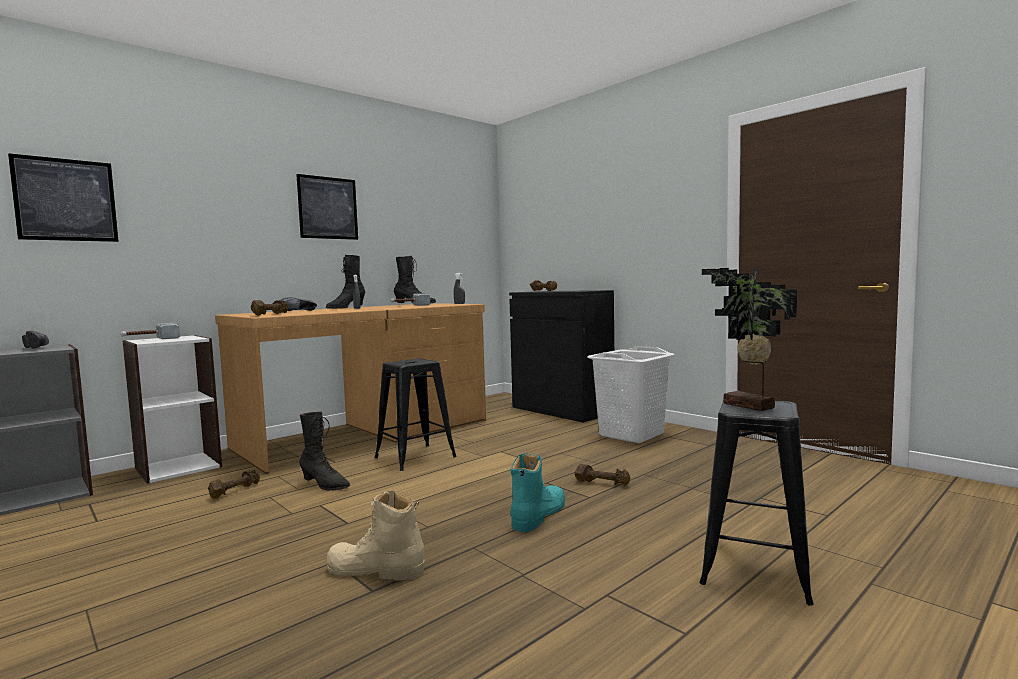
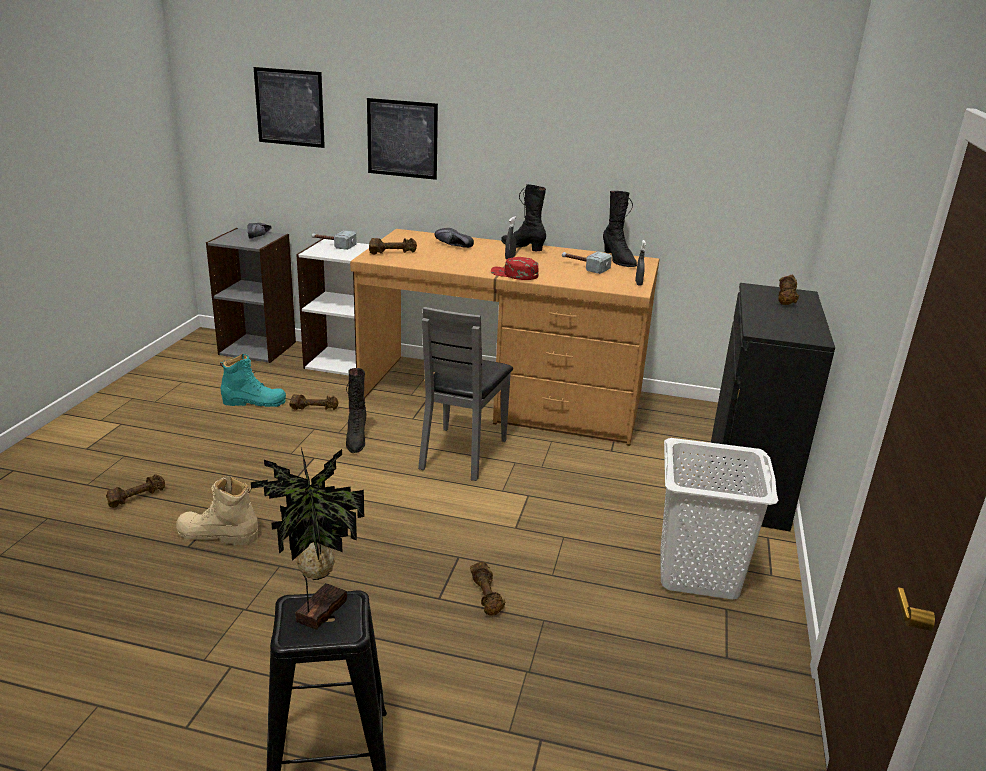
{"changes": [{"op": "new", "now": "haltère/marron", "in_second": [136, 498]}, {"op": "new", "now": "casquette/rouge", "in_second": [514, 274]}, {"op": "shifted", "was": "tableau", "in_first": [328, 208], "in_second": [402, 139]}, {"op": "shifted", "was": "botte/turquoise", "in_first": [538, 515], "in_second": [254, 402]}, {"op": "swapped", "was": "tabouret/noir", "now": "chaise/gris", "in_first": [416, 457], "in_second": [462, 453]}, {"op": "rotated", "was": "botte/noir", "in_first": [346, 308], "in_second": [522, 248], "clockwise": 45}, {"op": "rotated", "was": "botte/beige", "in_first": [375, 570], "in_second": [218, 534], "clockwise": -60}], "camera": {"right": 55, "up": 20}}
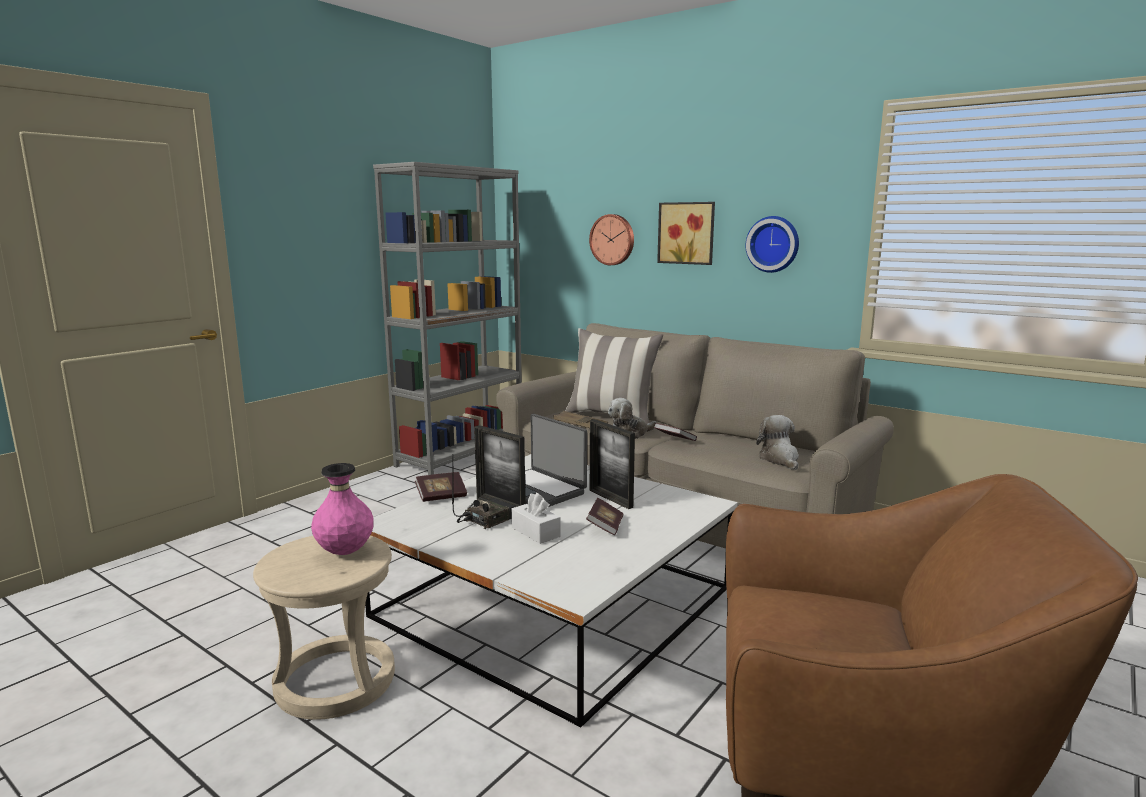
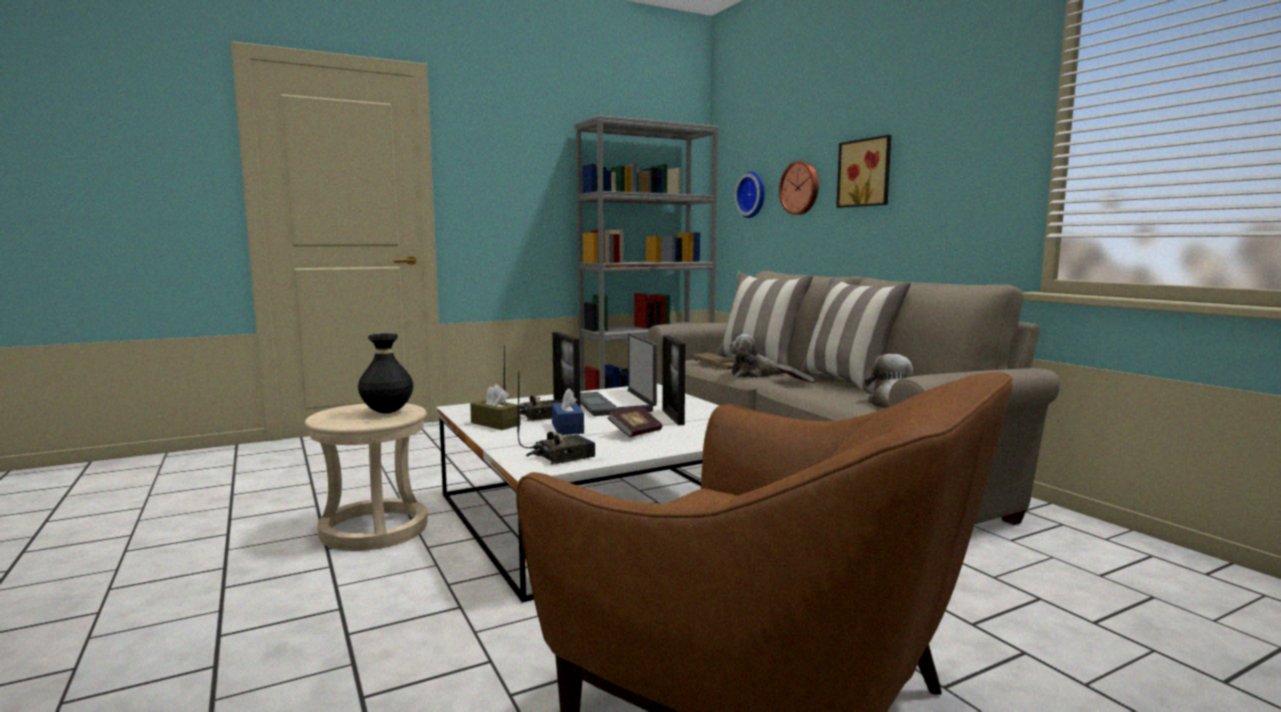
{"changes": [{"op": "gone", "was": "livre", "in_first": [441, 496]}, {"op": "new", "now": "boîte à mouchoirs/marron", "in_second": [495, 424]}, {"op": "new", "now": "radio", "in_second": [561, 456]}, {"op": "new", "now": "coussin", "in_second": [848, 383]}, {"op": "shifted", "was": "horloge murale", "in_first": [773, 244], "in_second": [753, 195]}, {"op": "repainted", "was": "vase/rose", "now": "vase/noir", "in_first": [345, 552], "in_second": [387, 412]}, {"op": "repainted", "was": "boîte à mouchoirs/blanc", "now": "boîte à mouchoirs/bleu", "in_first": [535, 532], "in_second": [567, 428]}], "camera": {"right": 25, "up": -5}}
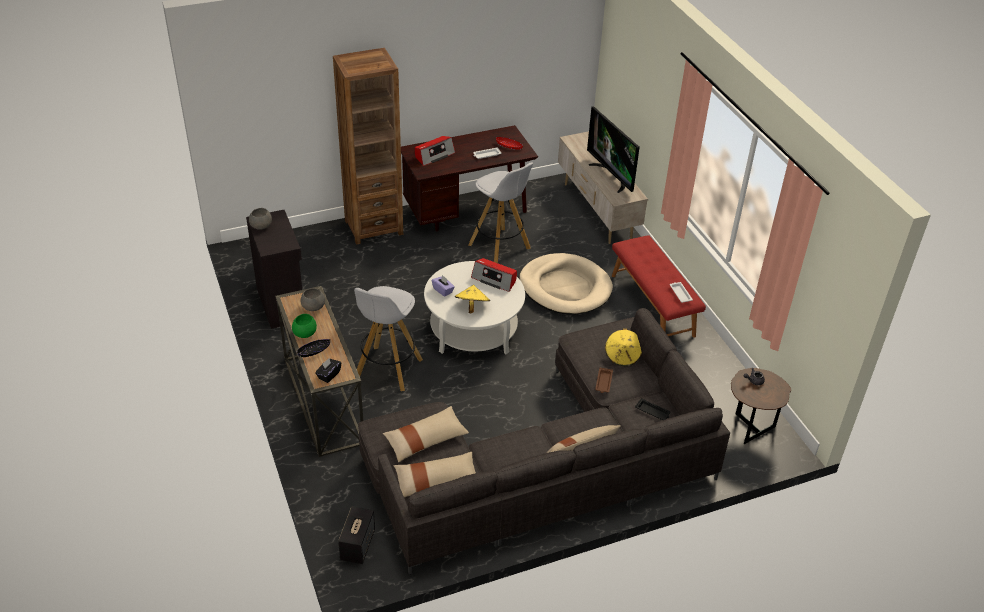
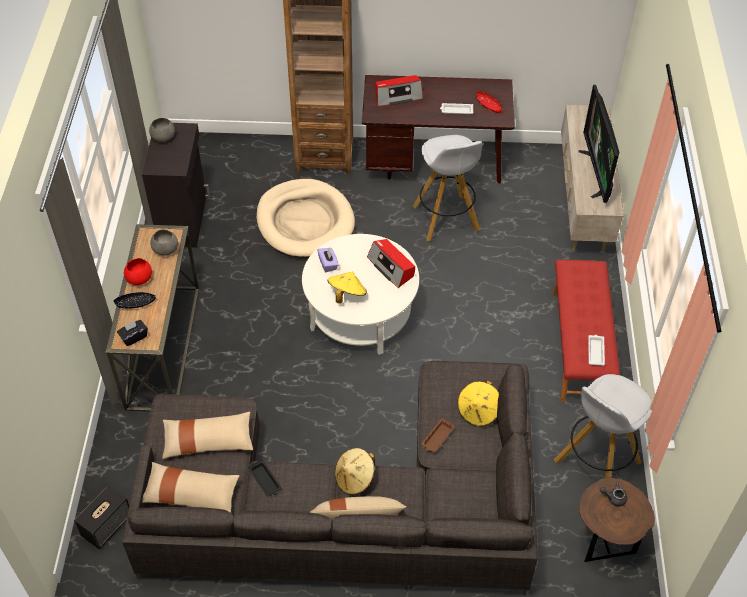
{"changes": [{"op": "new", "now": "chapeau/beige", "in_second": [355, 478]}, {"op": "shifted", "was": "tabouret/blanc", "in_first": [388, 369], "in_second": [596, 463]}, {"op": "shifted", "was": "panier pour chien/beige", "in_first": [565, 287], "in_second": [305, 222]}, {"op": "shifted", "was": "plateau/noir", "in_first": [653, 411], "in_second": [265, 480]}, {"op": "repainted", "was": "bol/vert", "now": "bol/rouge", "in_first": [305, 332], "in_second": [140, 278]}], "camera": {"right": 25, "up": 10}}
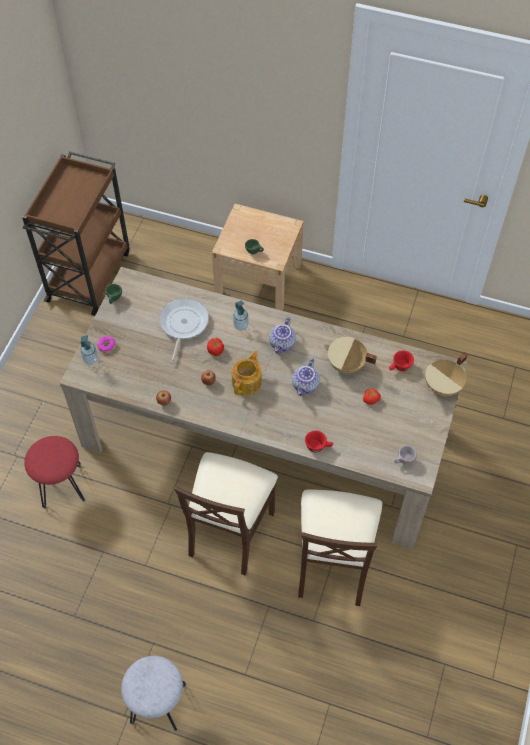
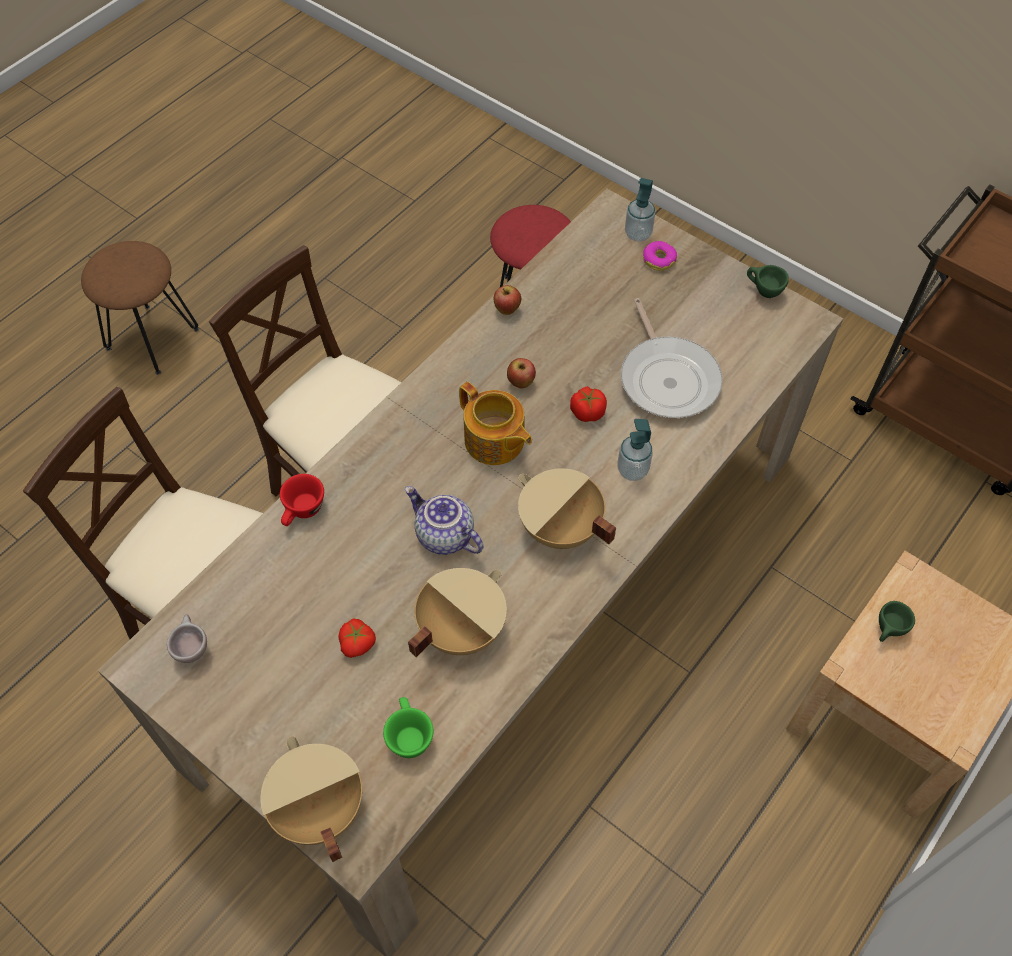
{"changes": [{"op": "swapped", "was": "théière", "now": "marmite/beige", "in_first": [283, 344], "in_second": [559, 529]}, {"op": "repainted", "was": "tabouret/gris", "now": "tabouret/marron", "in_first": [159, 703], "in_second": [152, 339]}, {"op": "repainted", "was": "tasse/rouge", "now": "tasse/vert", "in_first": [399, 367], "in_second": [408, 735]}, {"op": "rotated", "was": "poêle", "in_first": [183, 325], "in_second": [668, 378], "clockwise": 45}], "camera": {"right": 110, "up": 0}}
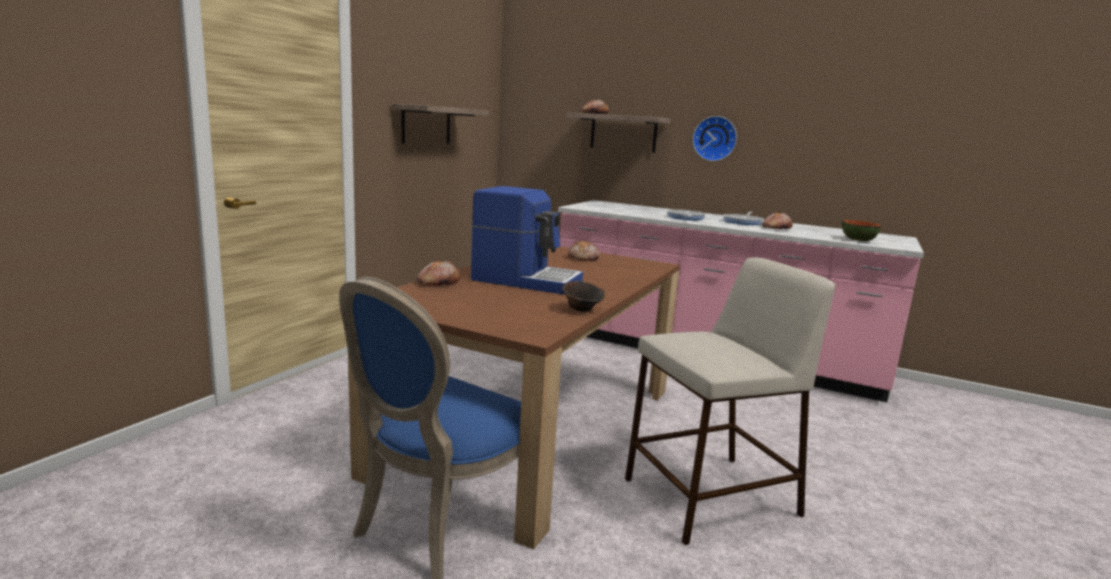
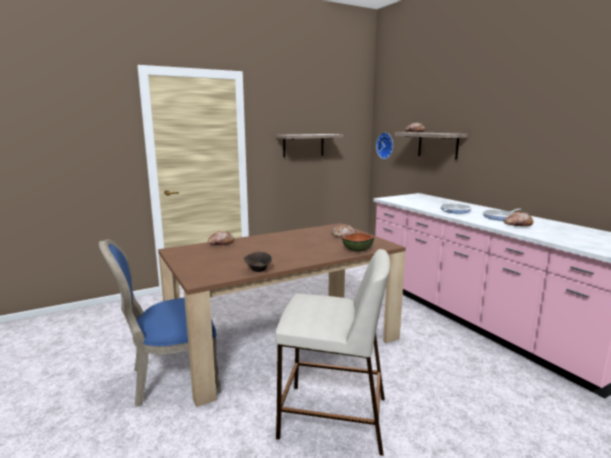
{"changes": [{"op": "gone", "was": "machine à café", "in_first": [526, 280]}, {"op": "shifted", "was": "horloge murale", "in_first": [715, 138], "in_second": [386, 145]}, {"op": "shifted", "was": "bol", "in_first": [857, 240], "in_second": [357, 249]}], "camera": {"right": 35, "up": 0}}
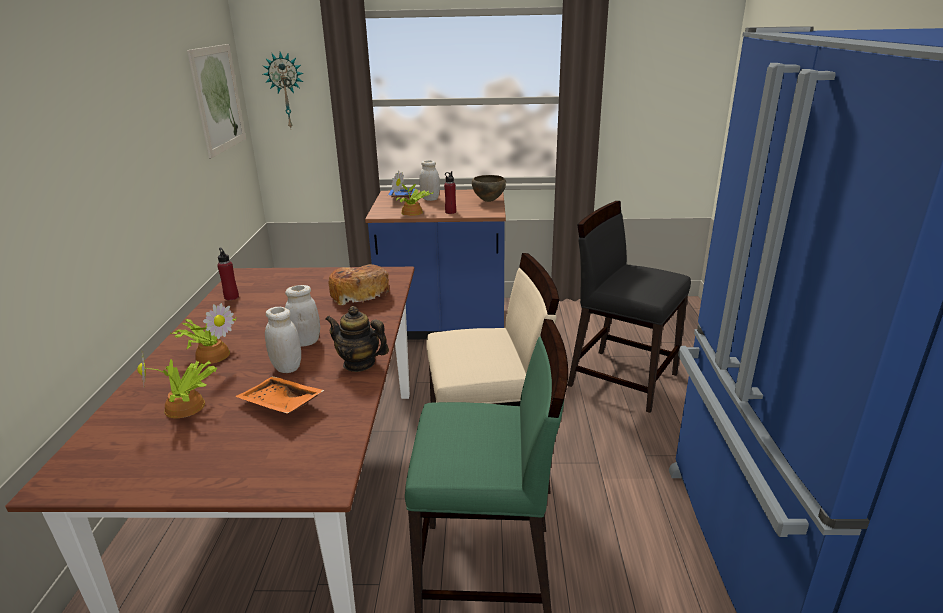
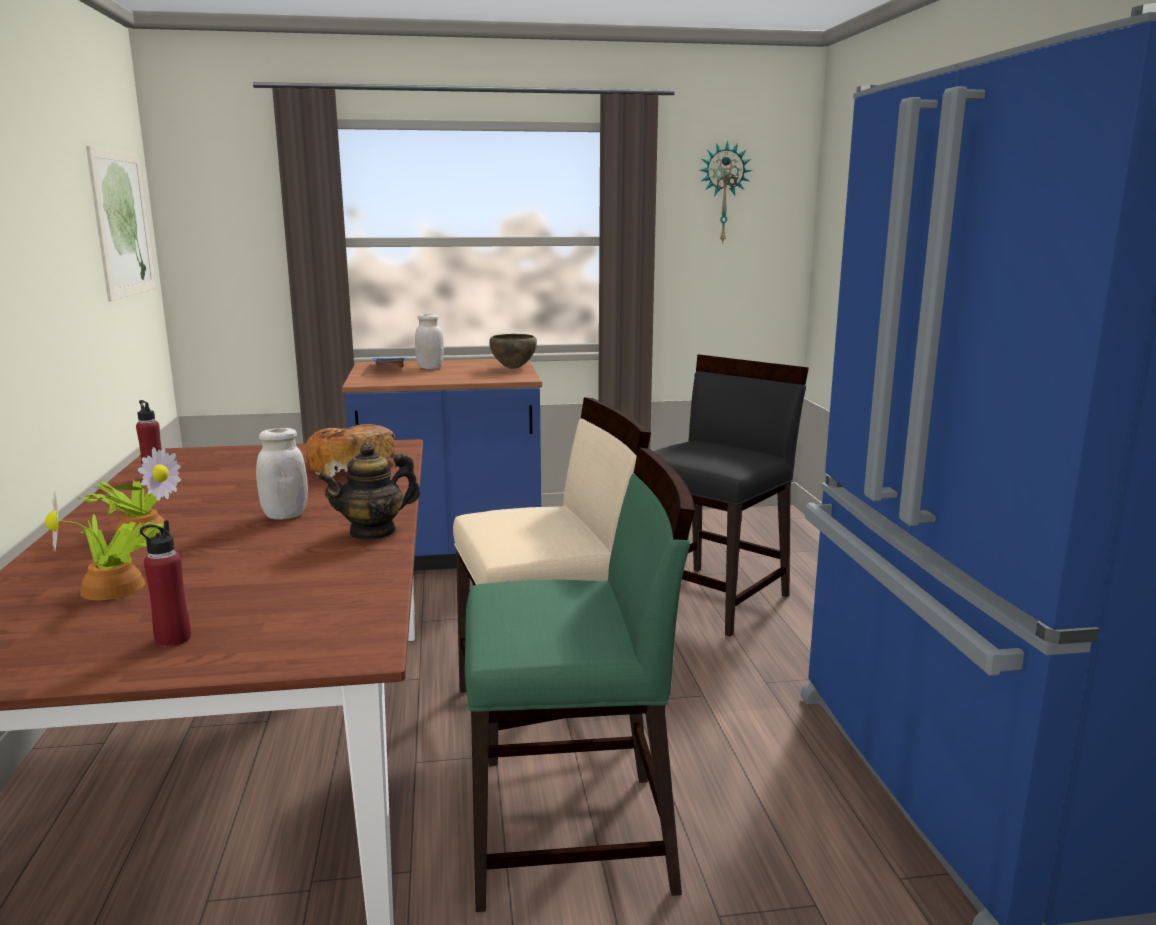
{"changes": [{"op": "gone", "was": "plateau/orange", "in_first": [280, 404]}, {"op": "gone", "was": "bocal/blanc", "in_first": [287, 367]}, {"op": "gone", "was": "plante en pot", "in_first": [412, 213]}, {"op": "shifted", "was": "horloge murale", "in_first": [286, 91], "in_second": [723, 193]}, {"op": "shifted", "was": "bouteille/rouge", "in_first": [450, 212], "in_second": [173, 639]}, {"op": "rotated", "was": "théière", "in_first": [359, 363], "in_second": [373, 532], "clockwise": -45}, {"op": "rotated", "was": "chaise/noir", "in_first": [622, 379], "in_second": [714, 599], "clockwise": 105}], "camera": {"right": -10, "up": -10}}
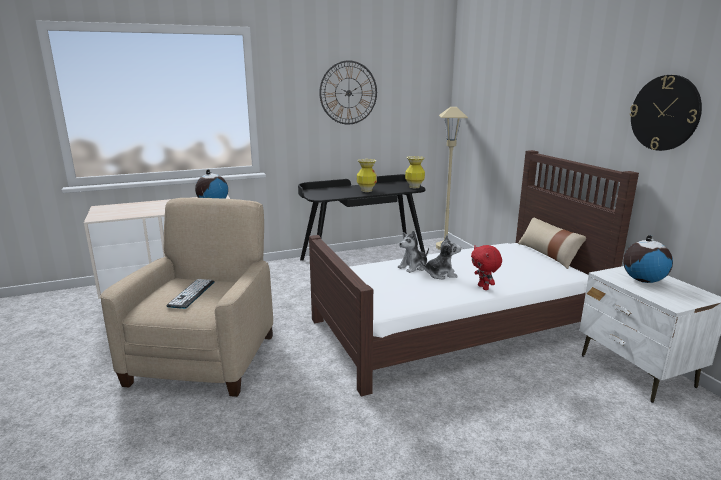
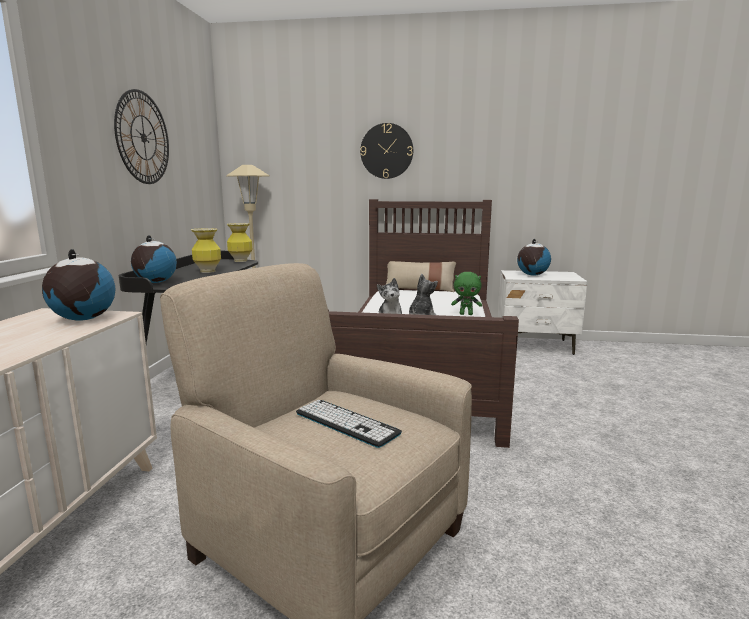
{"changes": [{"op": "new", "now": "globe", "in_second": [155, 282]}, {"op": "shifted", "was": "horloge murale", "in_first": [665, 113], "in_second": [386, 151]}, {"op": "repainted", "was": "peluche/rouge", "now": "peluche/vert", "in_first": [484, 287], "in_second": [466, 314]}], "camera": {"right": -60, "up": -5}}
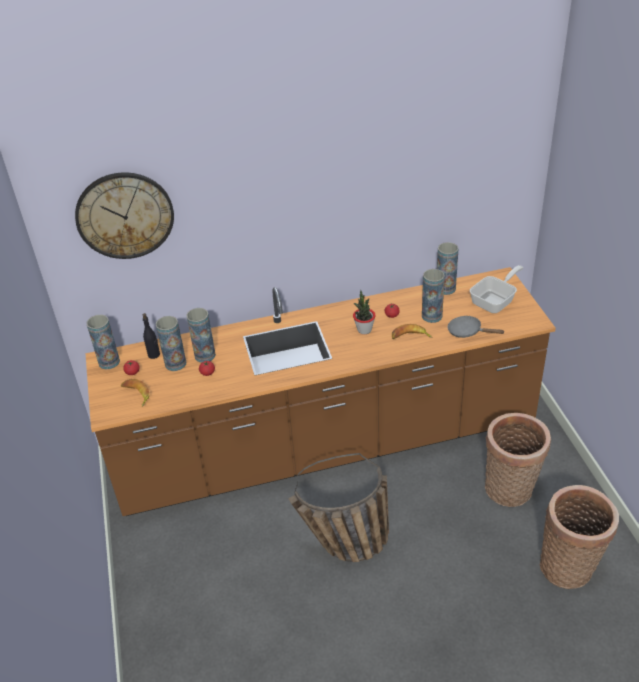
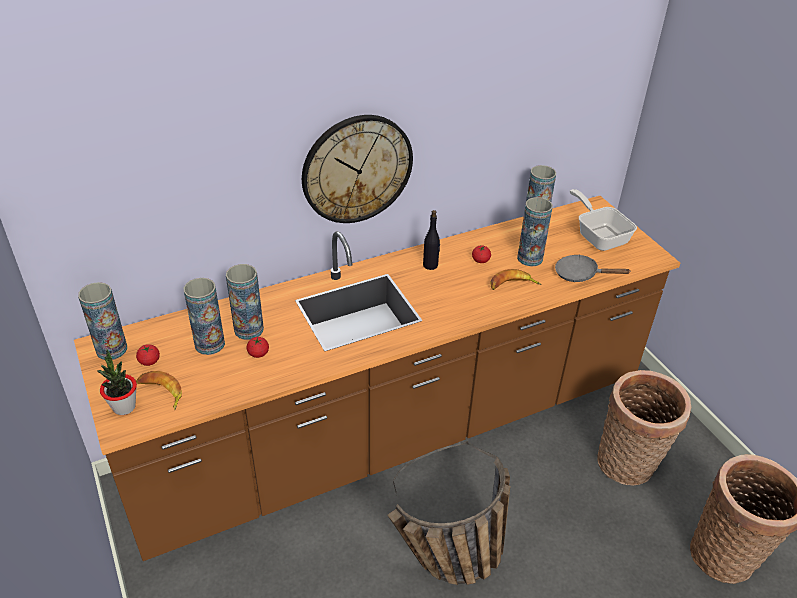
{"changes": [{"op": "shifted", "was": "horloge murale", "in_first": [125, 215], "in_second": [357, 169]}, {"op": "shifted", "was": "bouteille/noir", "in_first": [154, 355], "in_second": [430, 265]}, {"op": "shifted", "was": "plante en pot", "in_first": [364, 330], "in_second": [124, 407]}, {"op": "rotated", "was": "poêle", "in_first": [495, 301], "in_second": [599, 236], "clockwise": -60}], "camera": {"right": -15, "up": 0}}
